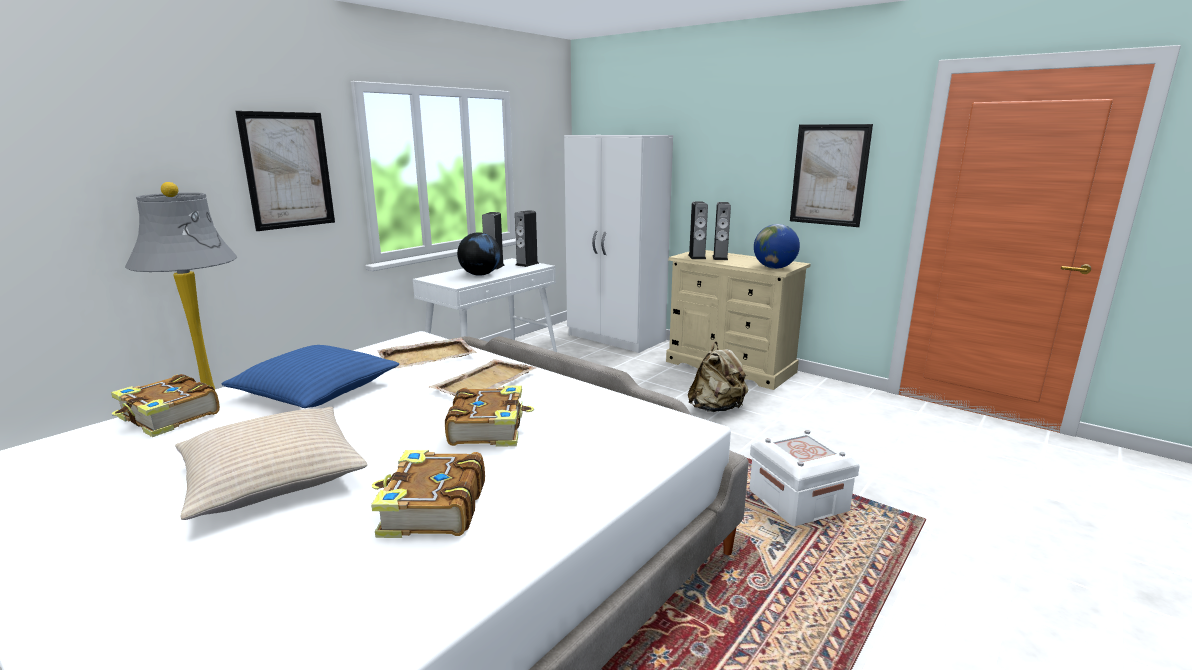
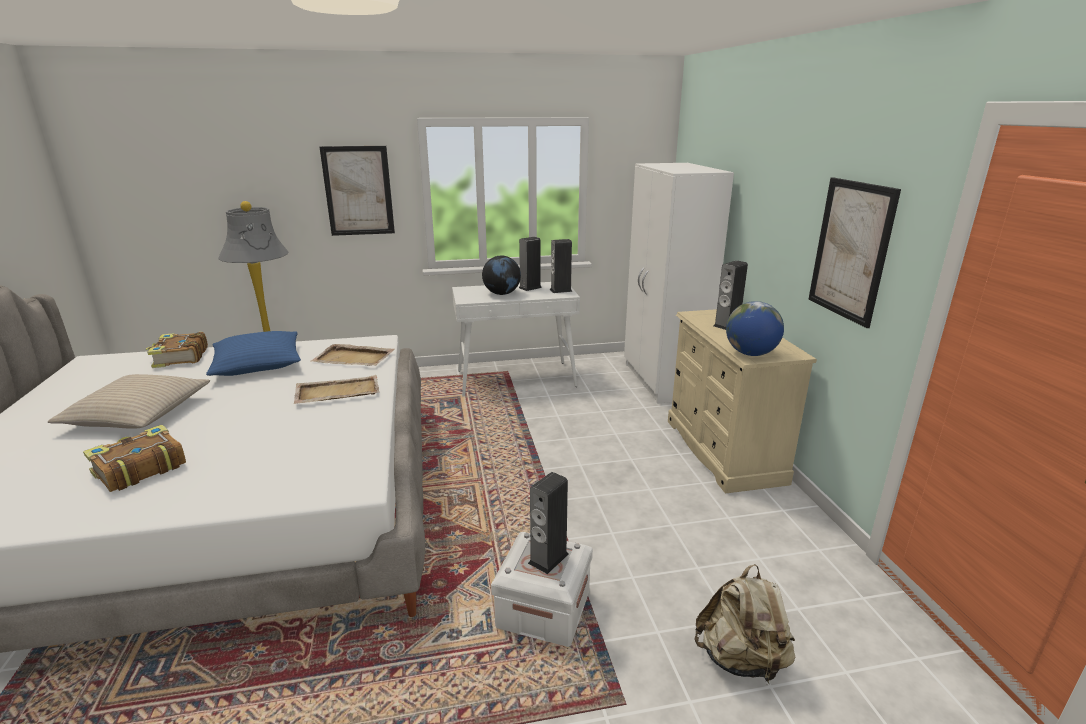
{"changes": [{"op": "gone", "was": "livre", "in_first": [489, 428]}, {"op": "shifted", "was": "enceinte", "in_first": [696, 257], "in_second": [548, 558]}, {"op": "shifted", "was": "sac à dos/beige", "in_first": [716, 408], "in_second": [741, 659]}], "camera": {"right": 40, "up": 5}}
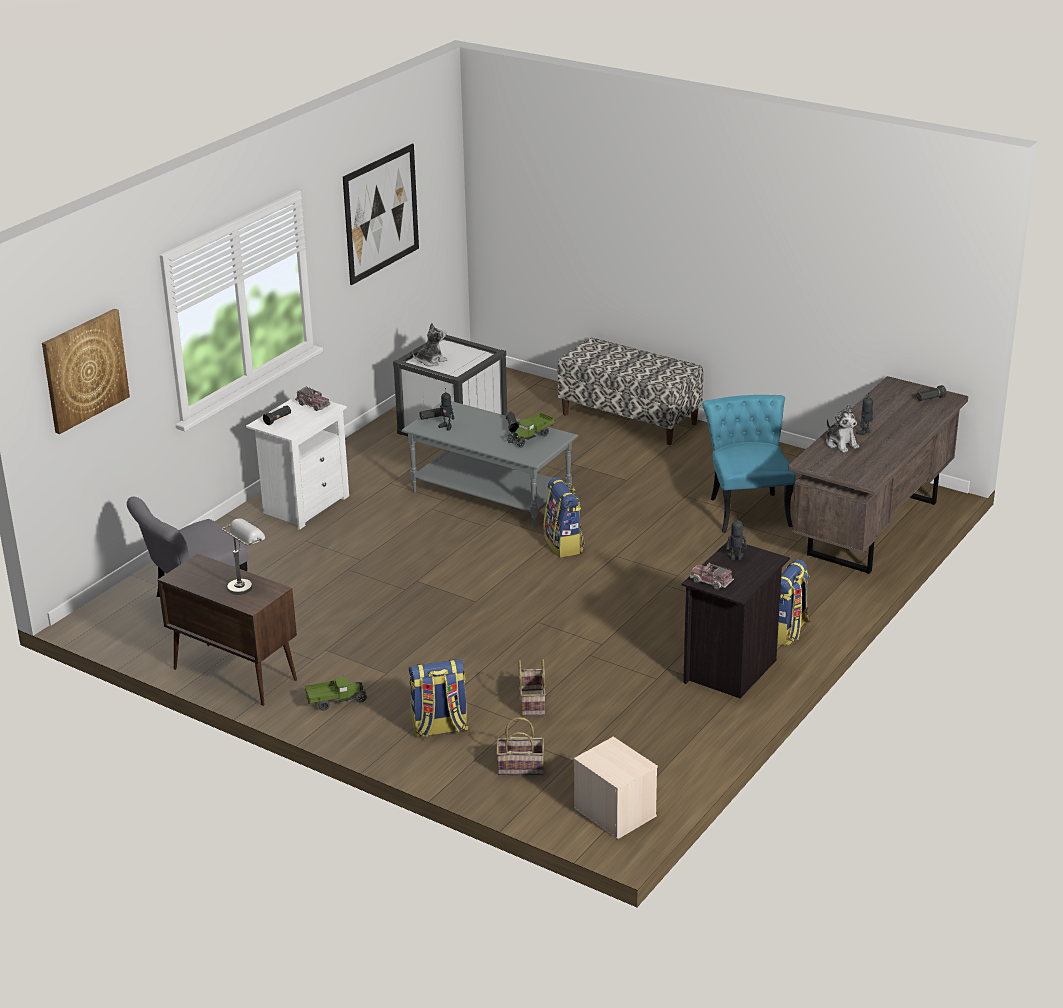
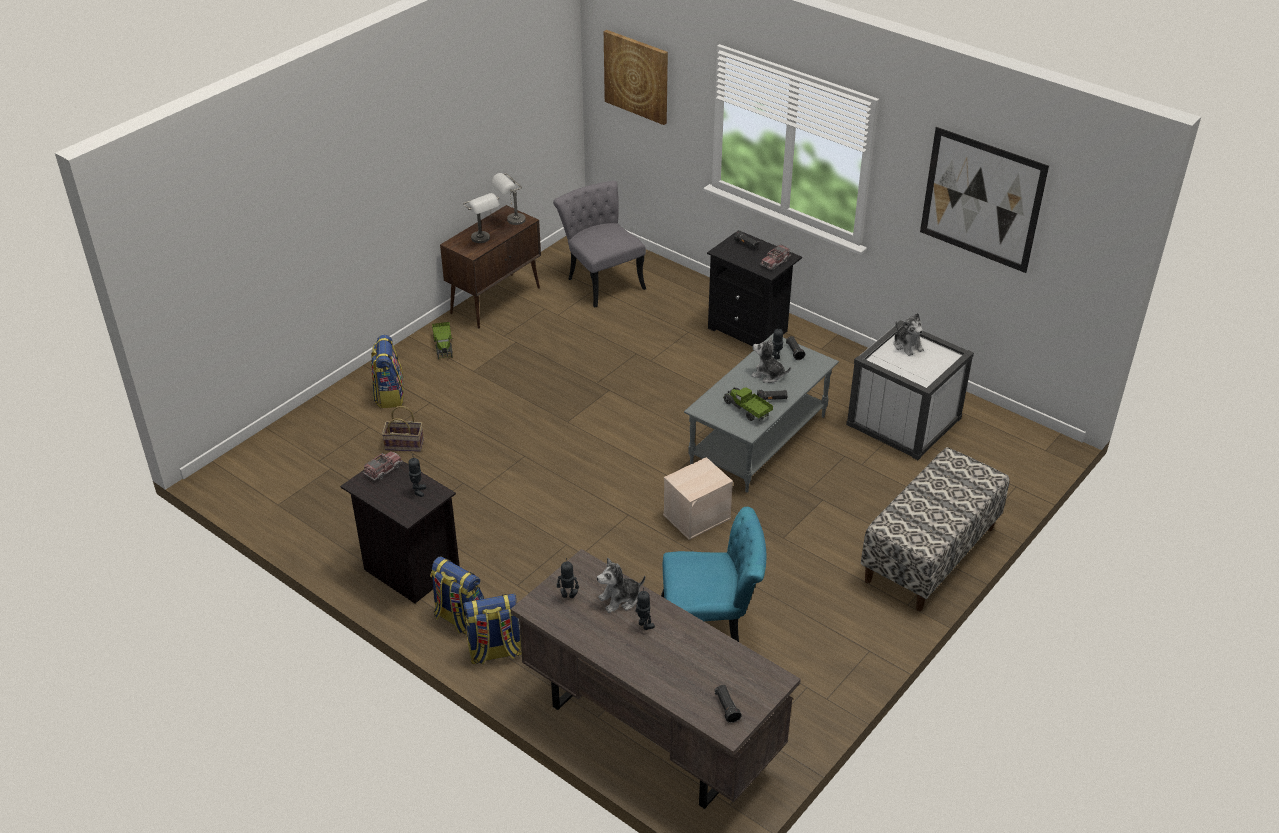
{"changes": [{"op": "gone", "was": "panier", "in_first": [522, 767]}, {"op": "new", "now": "lampe de table/gris", "in_second": [511, 222]}, {"op": "new", "now": "robot jouet", "in_second": [568, 595]}, {"op": "new", "now": "peluche", "in_second": [768, 375]}, {"op": "shifted", "was": "sac à dos", "in_first": [564, 545], "in_second": [494, 652]}, {"op": "shifted", "was": "boîte de rangement/beige", "in_first": [613, 812], "in_second": [697, 516]}, {"op": "repainted", "was": "table de chevet/blanc", "now": "table de chevet/noir", "in_first": [304, 505], "in_second": [750, 330]}], "camera": {"right": 95, "up": 10}}
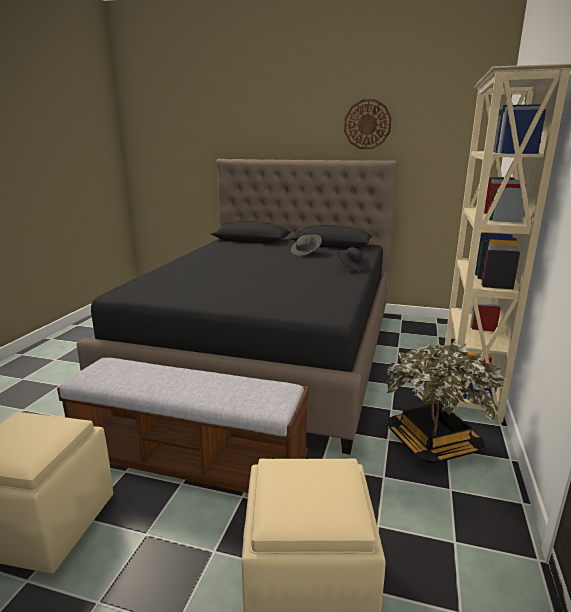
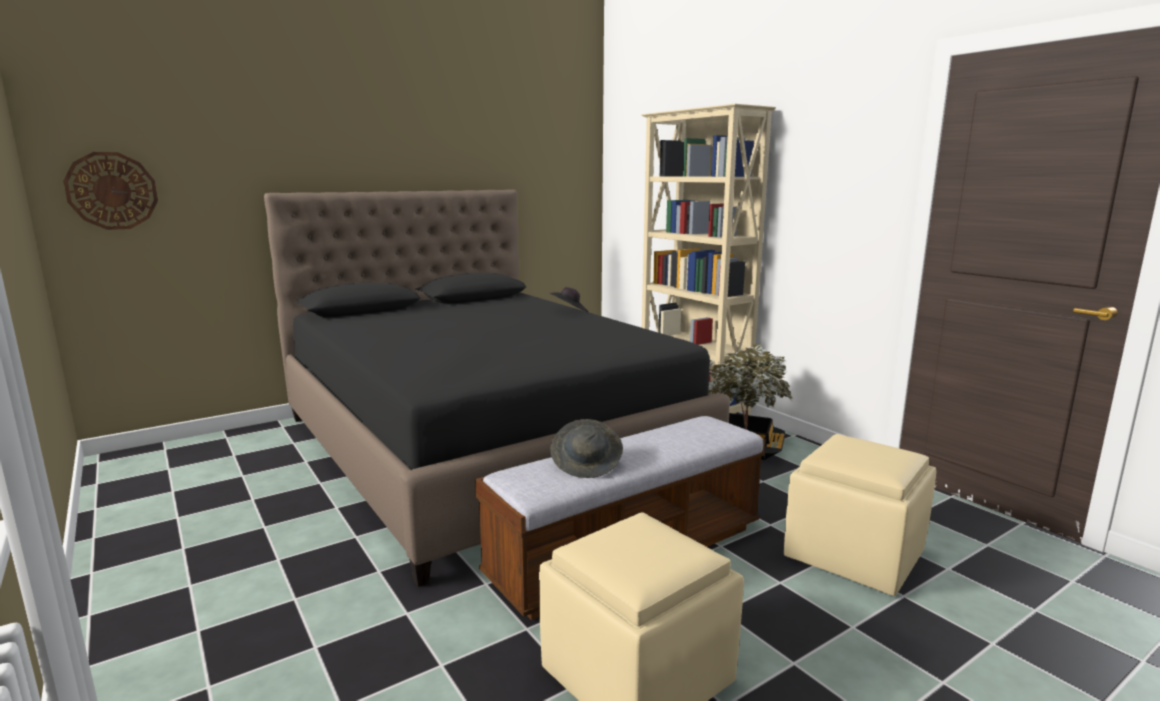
{"changes": [{"op": "shifted", "was": "chapeau/gris", "in_first": [306, 253], "in_second": [587, 464]}, {"op": "shifted", "was": "horloge murale", "in_first": [367, 124], "in_second": [112, 191]}], "camera": {"right": -50, "up": -5}}
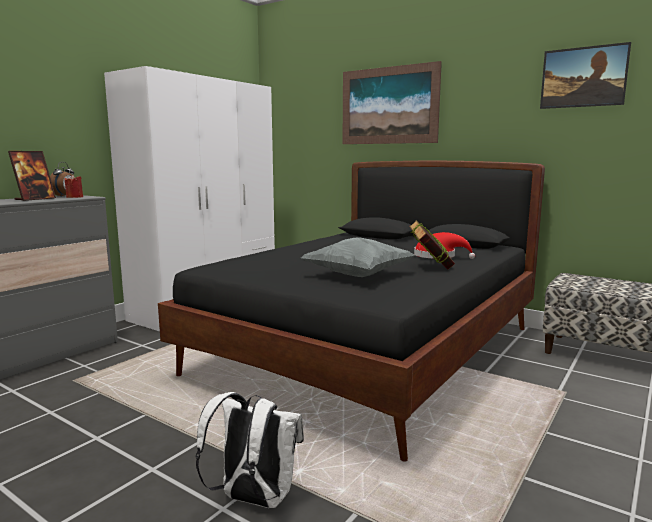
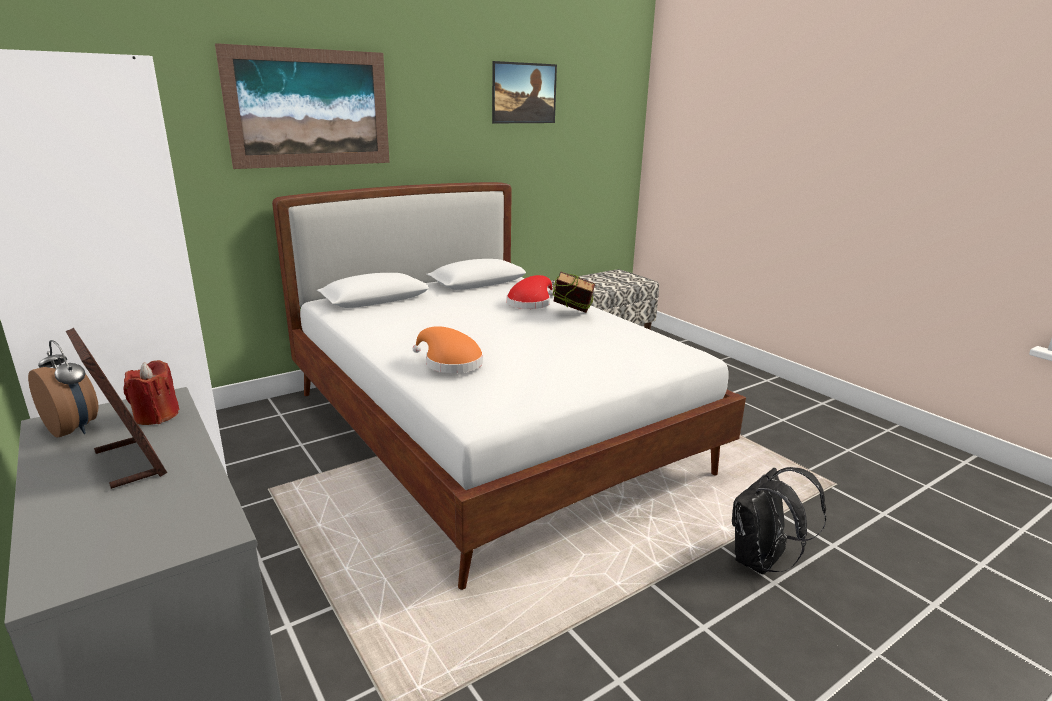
{"changes": [{"op": "gone", "was": "coussin/gris", "in_first": [357, 275]}, {"op": "new", "now": "chapeau/orange", "in_second": [450, 362]}, {"op": "repainted", "was": "lit/noir", "now": "lit/blanc", "in_first": [371, 351], "in_second": [490, 432]}, {"op": "repainted", "was": "sac à dos/blanc", "now": "sac à dos/noir", "in_first": [253, 499], "in_second": [761, 562]}], "camera": {"right": -70, "up": 10}}
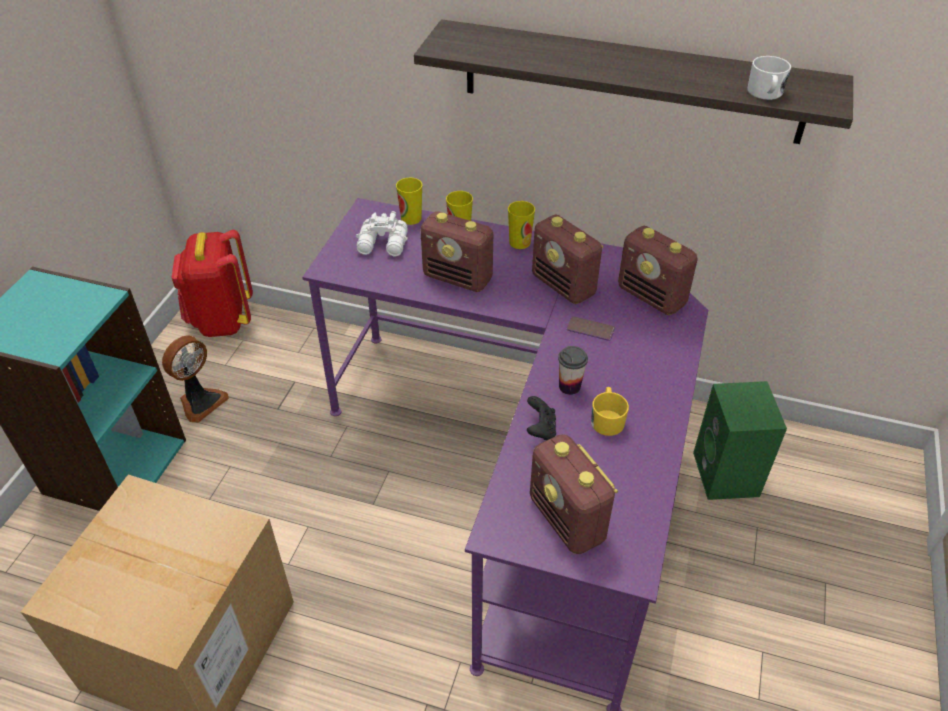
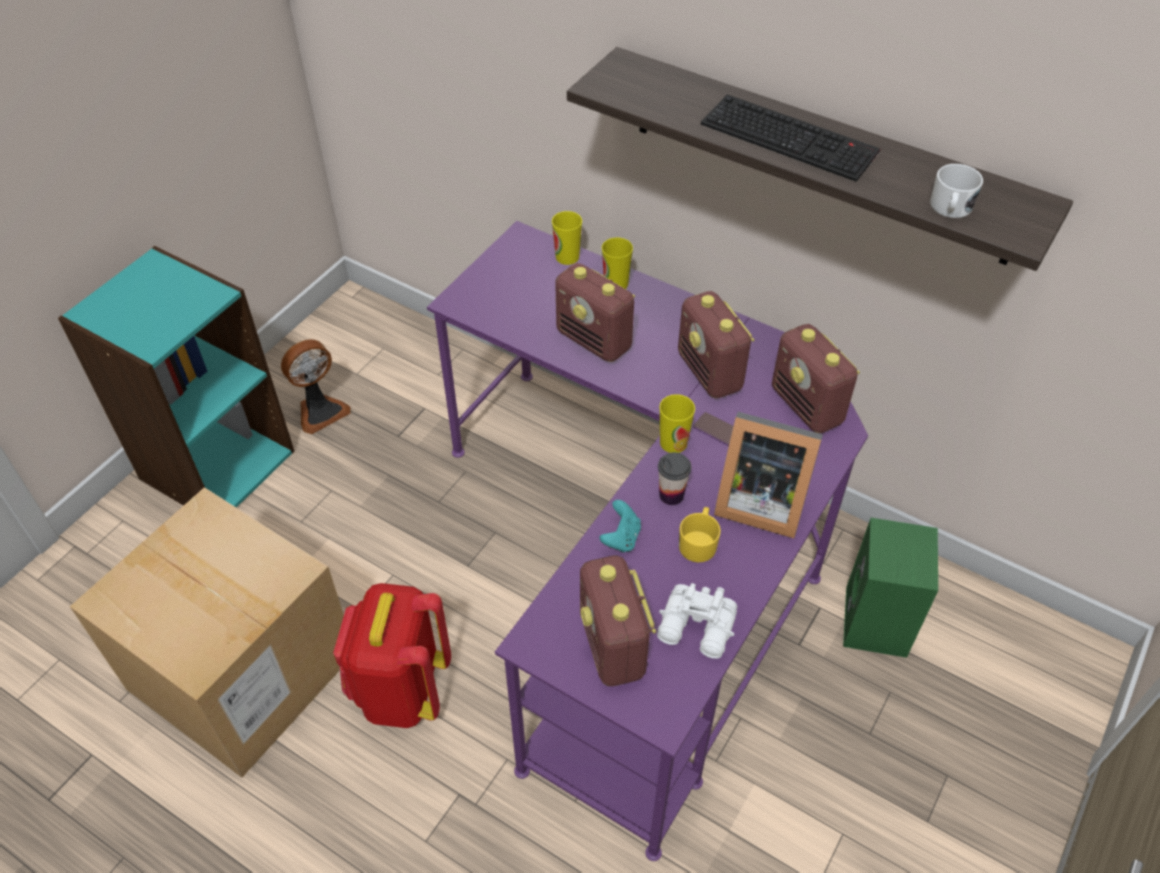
{"changes": [{"op": "new", "now": "clavier", "in_second": [791, 138]}, {"op": "new", "now": "cadre photo", "in_second": [758, 501]}, {"op": "shifted", "was": "sac à dos/rouge", "in_first": [222, 320], "in_second": [400, 690]}, {"op": "shifted", "was": "jumelles/blanc", "in_first": [383, 244], "in_second": [697, 629]}, {"op": "shifted", "was": "tasse", "in_first": [519, 242], "in_second": [673, 442]}, {"op": "repainted", "was": "manette/noir", "now": "manette/turquoise", "in_first": [540, 429], "in_second": [621, 538]}], "camera": {"right": 15, "up": 5}}
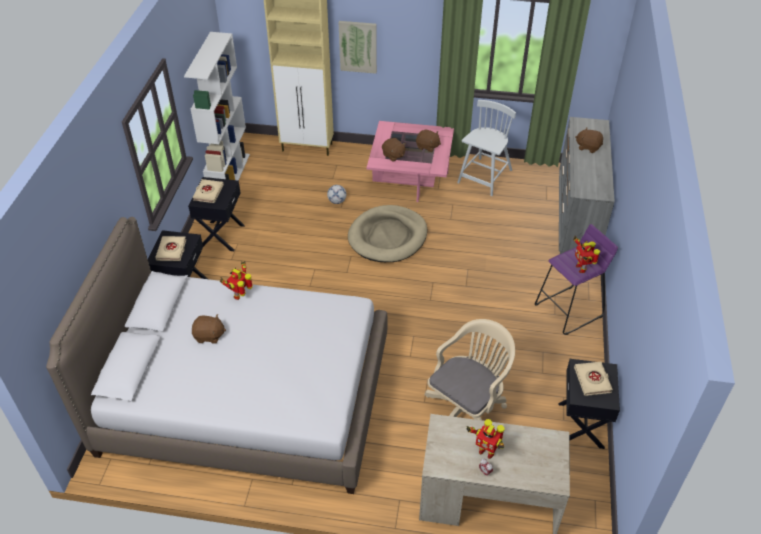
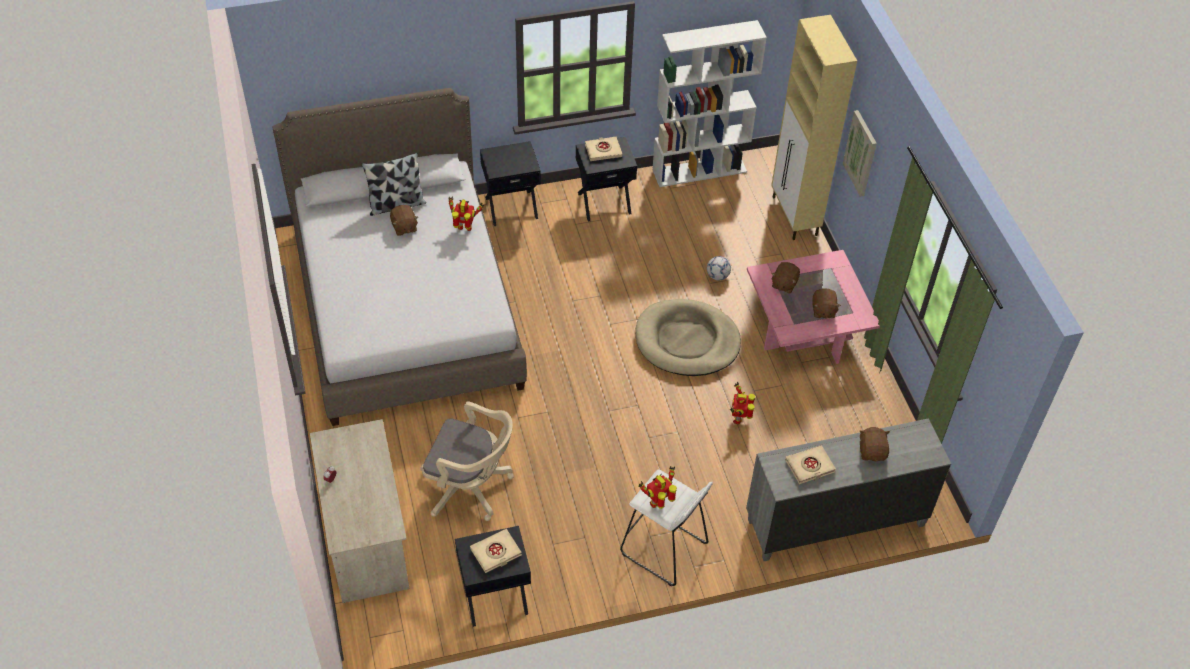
{"changes": [{"op": "gone", "was": "chaise/blanc", "in_first": [484, 177]}, {"op": "new", "now": "coussin", "in_second": [396, 204]}, {"op": "shifted", "was": "livre/beige", "in_first": [171, 250], "in_second": [810, 467]}, {"op": "shifted", "was": "robot jouet", "in_first": [486, 451], "in_second": [738, 418]}, {"op": "repainted", "was": "tabouret/violet", "now": "tabouret/blanc", "in_first": [569, 310], "in_second": [664, 549]}], "camera": {"right": 65, "up": 5}}
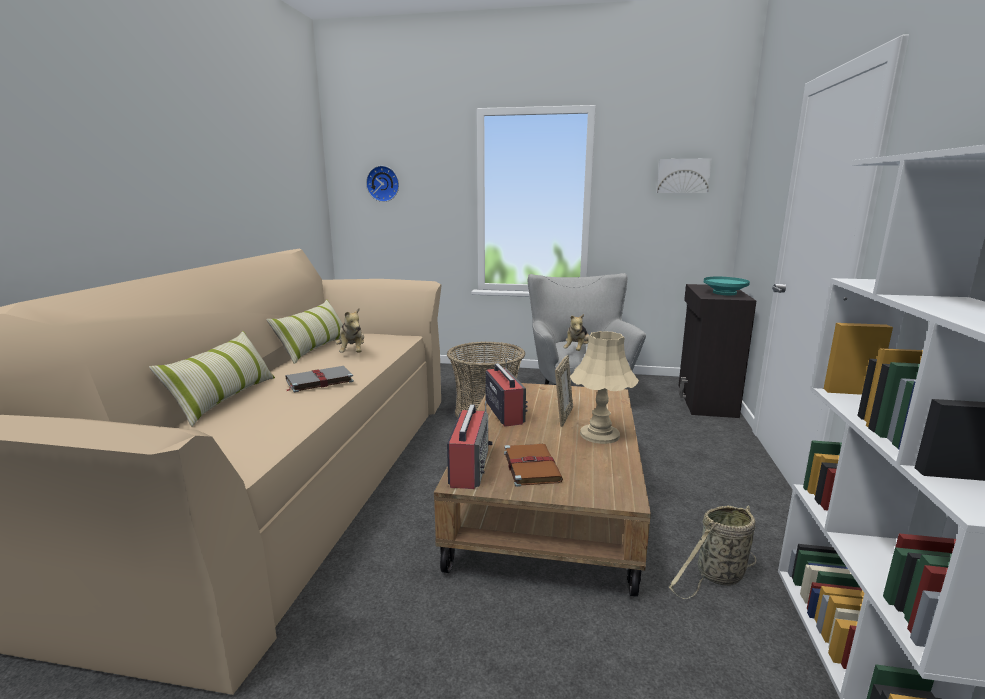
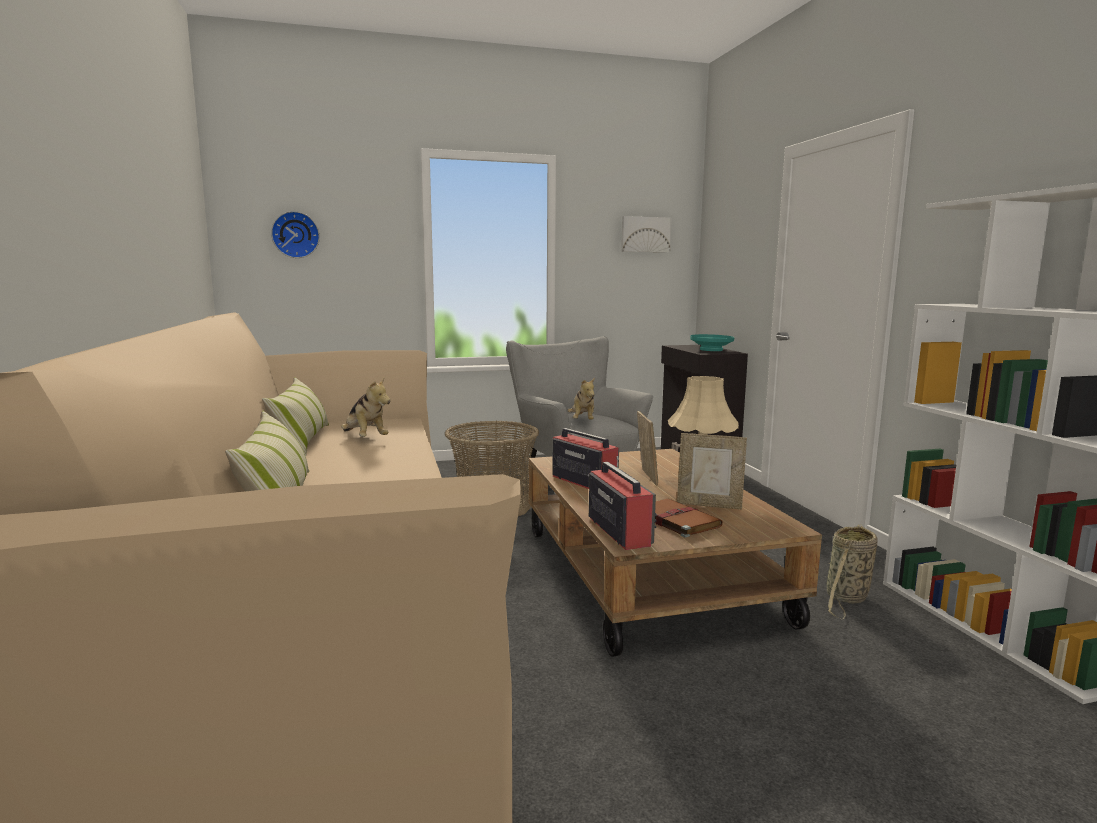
{"changes": [{"op": "gone", "was": "livre/gris", "in_first": [318, 381]}, {"op": "new", "now": "cadre photo", "in_second": [709, 505]}], "camera": {"right": -25, "up": -5}}
